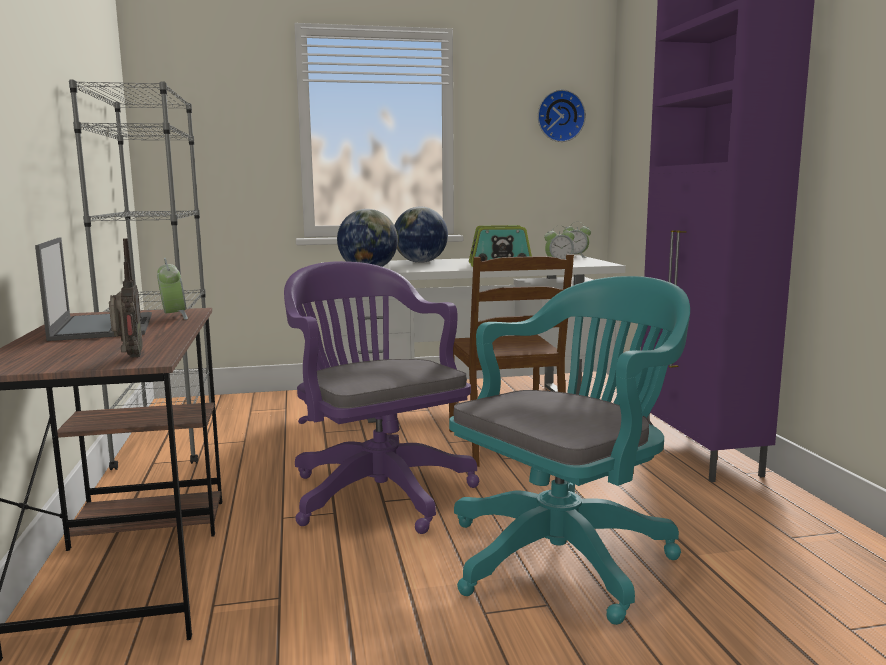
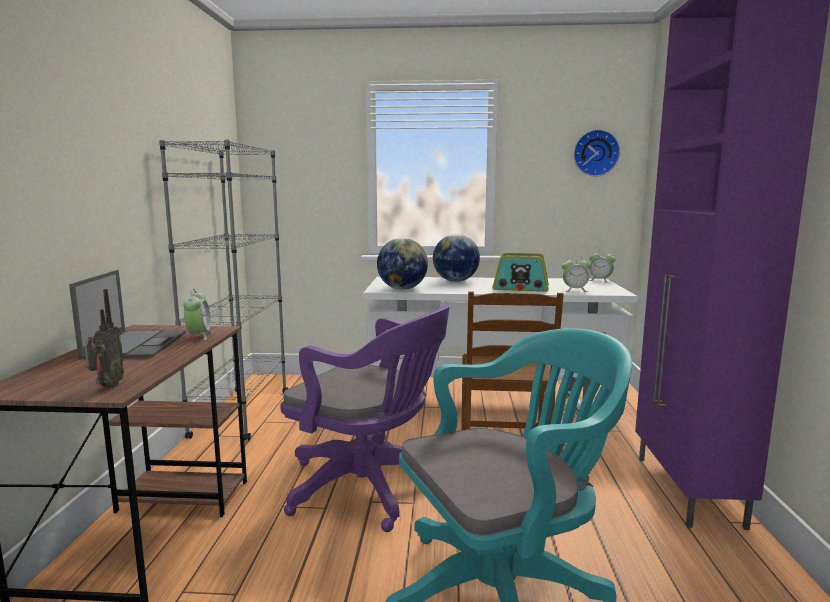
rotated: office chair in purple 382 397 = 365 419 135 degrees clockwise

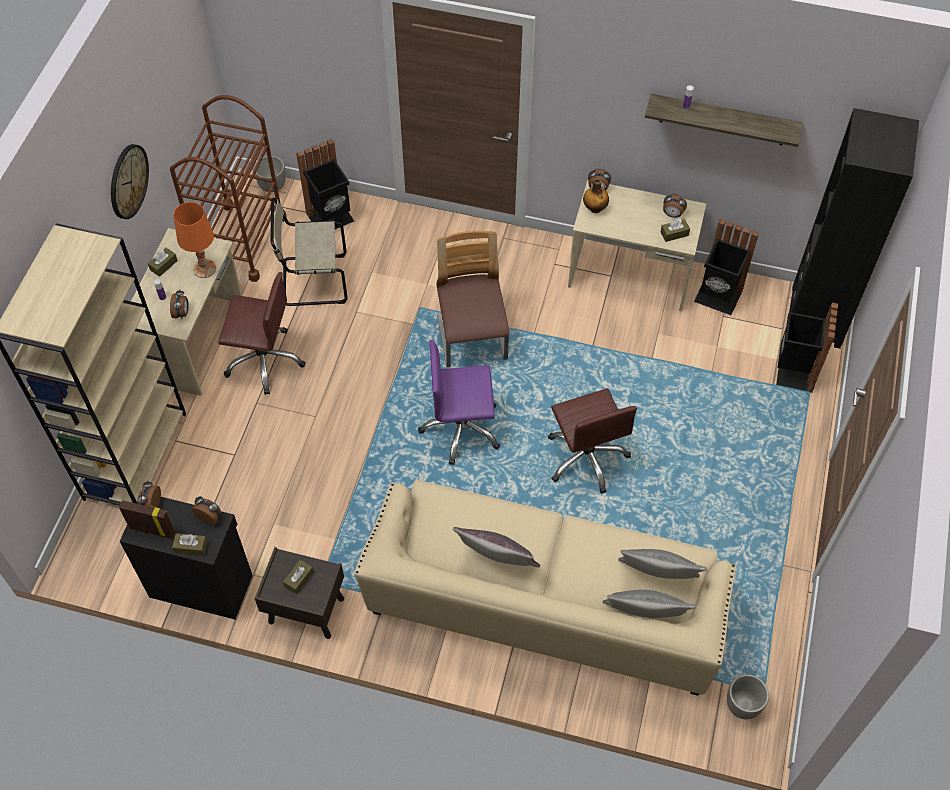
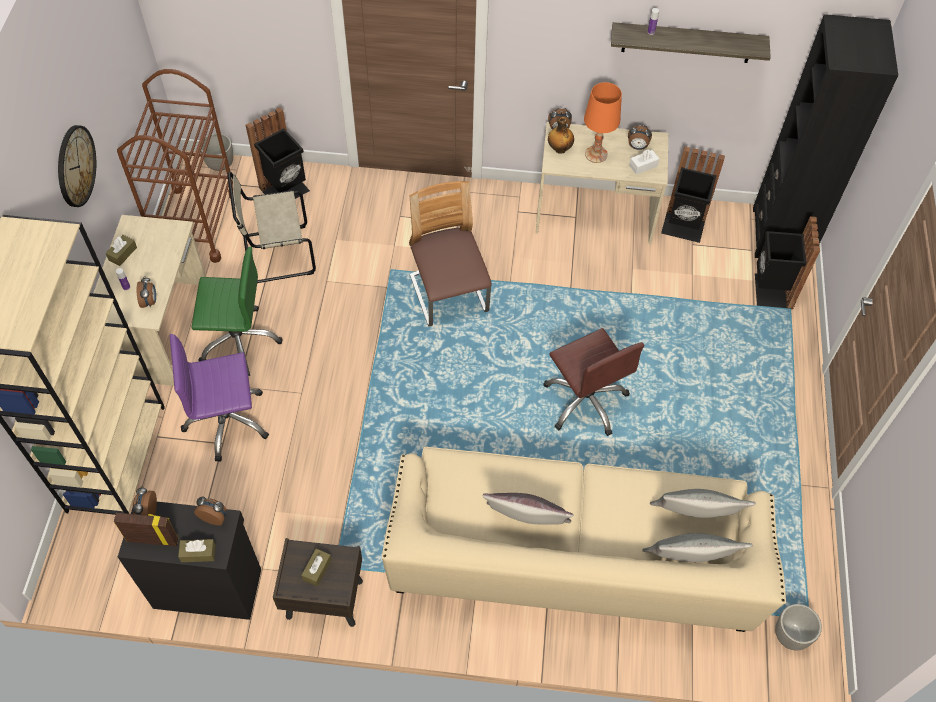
shifted: table lamp in orange 194 240 to 603 122; office chair in purple 459 402 to 219 398
repainted: tissue box in brown 675 230 to tissue box in white 644 162; office chair in brown 262 333 to office chair in green 237 311

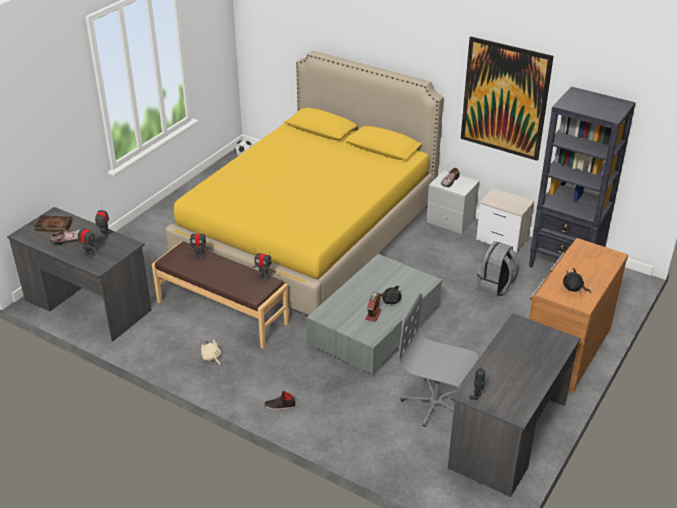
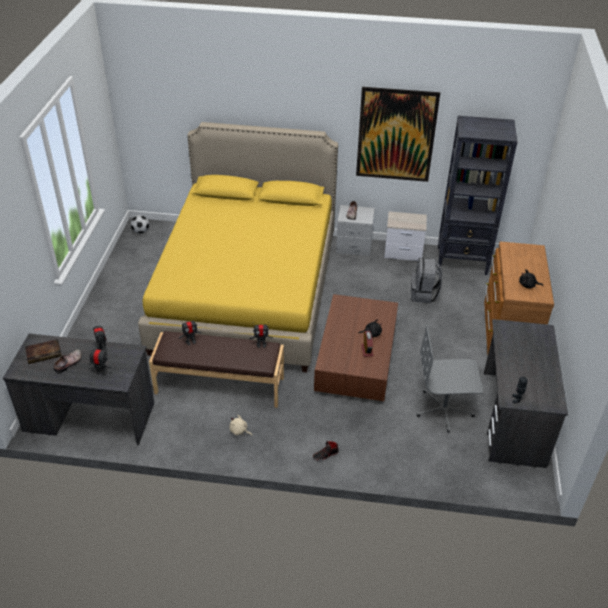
repainted: coffee table in grey 374 314 to coffee table in brown 356 347

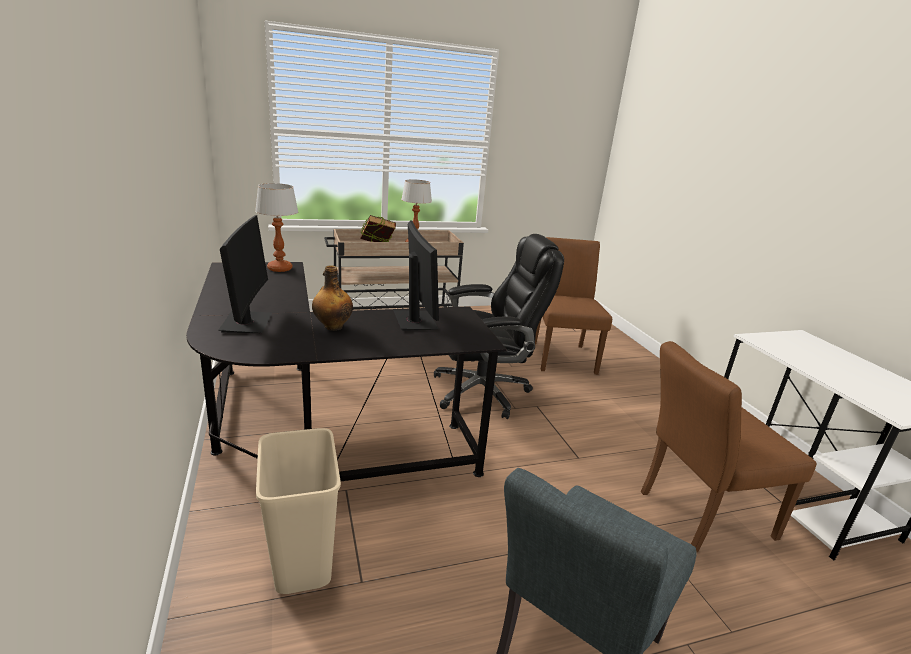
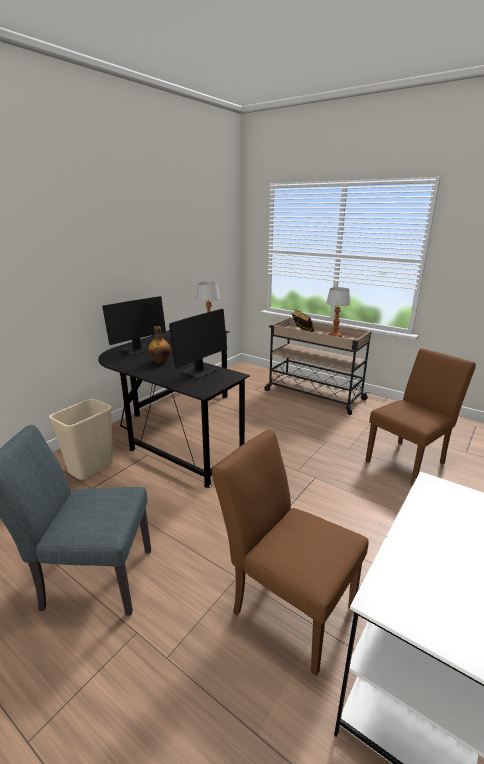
gone: office chair in black 499 326

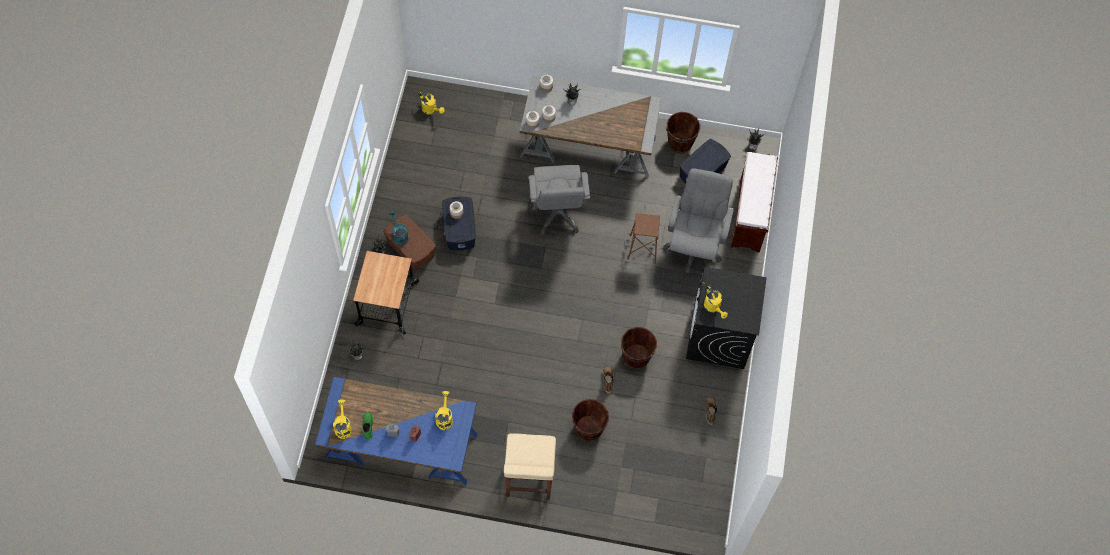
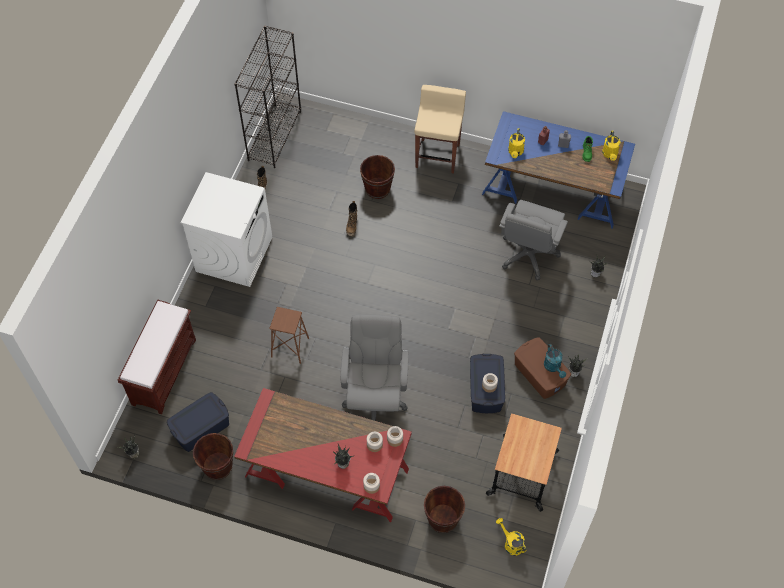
gone: watering can in yellow 716 302
new: bookcase in black 267 96
shifted: office chair in grey 699 220 to 533 240; cart 386 292 to 524 462; bucket in brown 639 348 to 444 509
repainted: desk in grey 590 127 to desk in red 323 455; washing machine in black 726 318 to washing machine in white 226 229

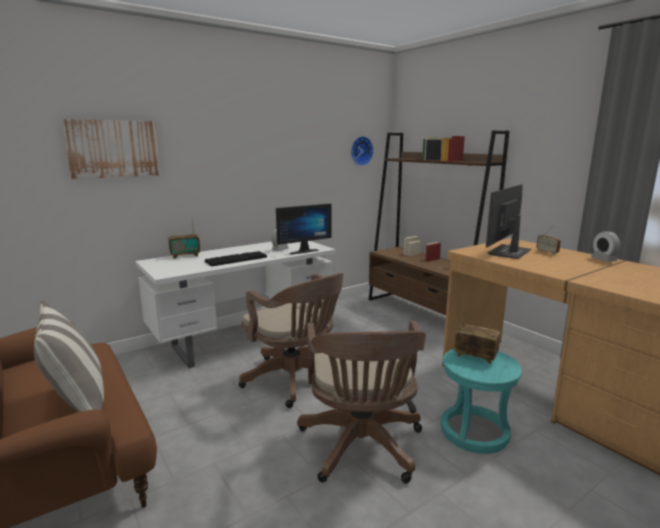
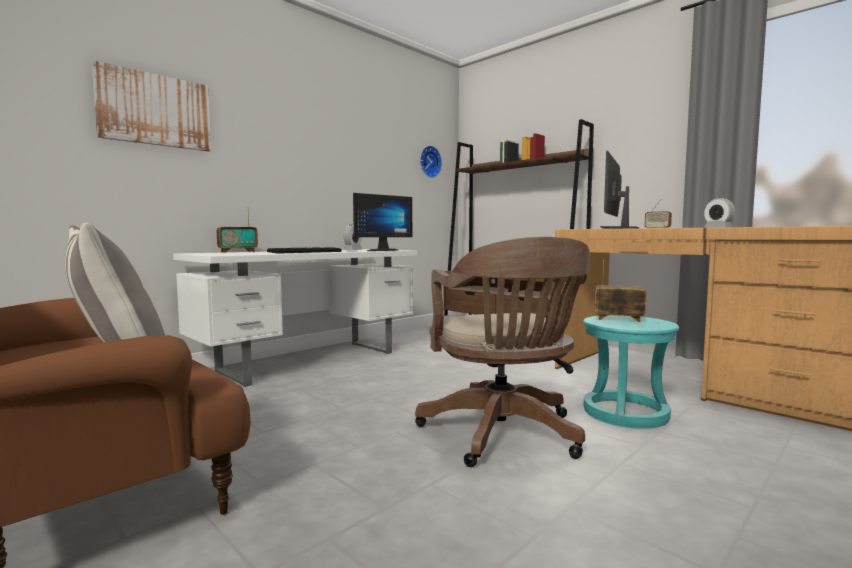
gone: office chair in brown 291 340

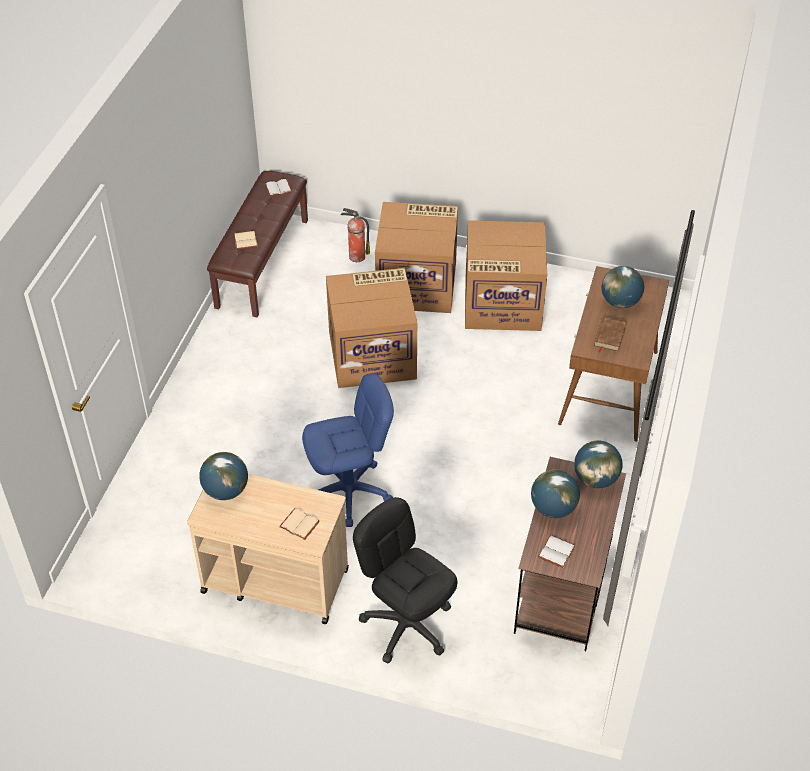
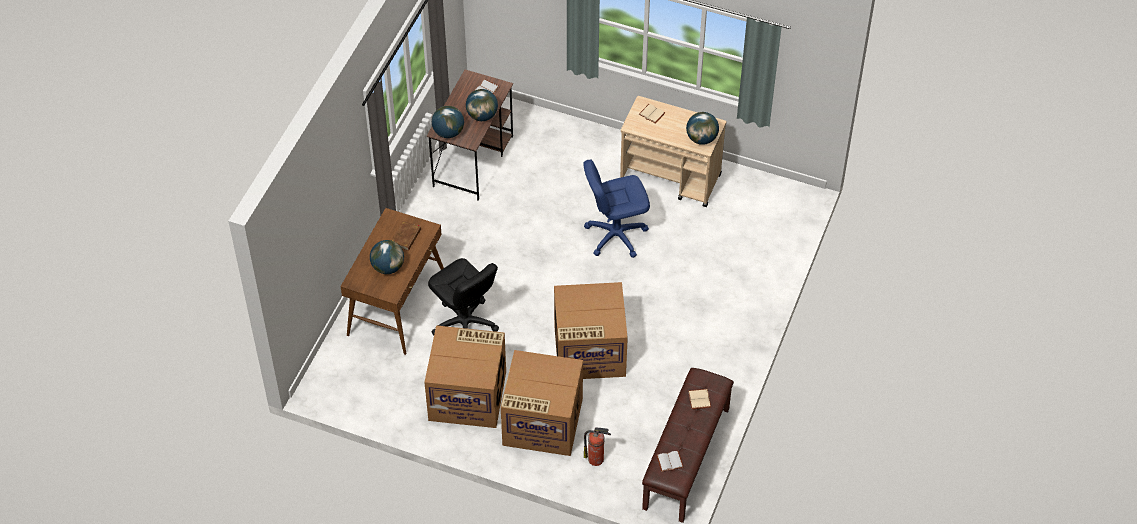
shifted: office chair in black 405 580 to 463 297

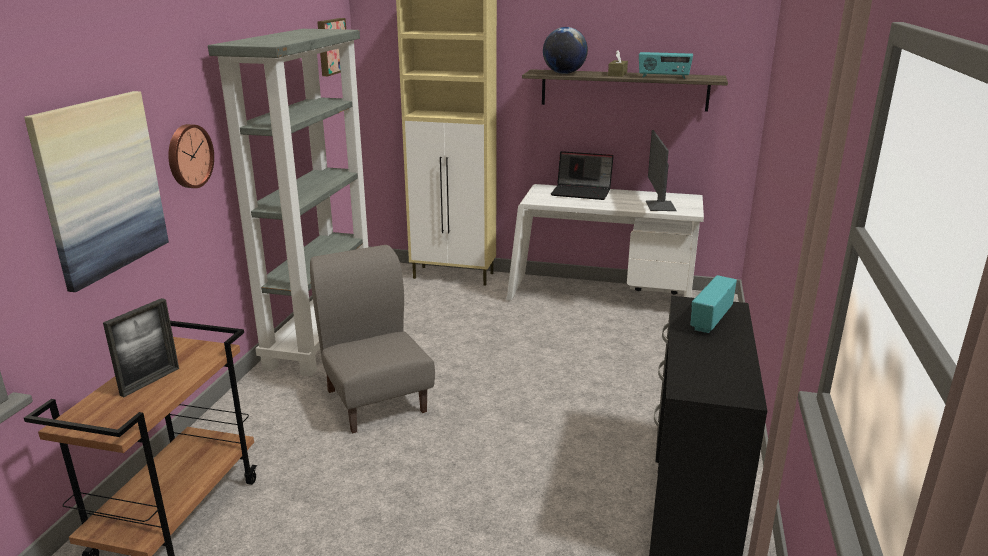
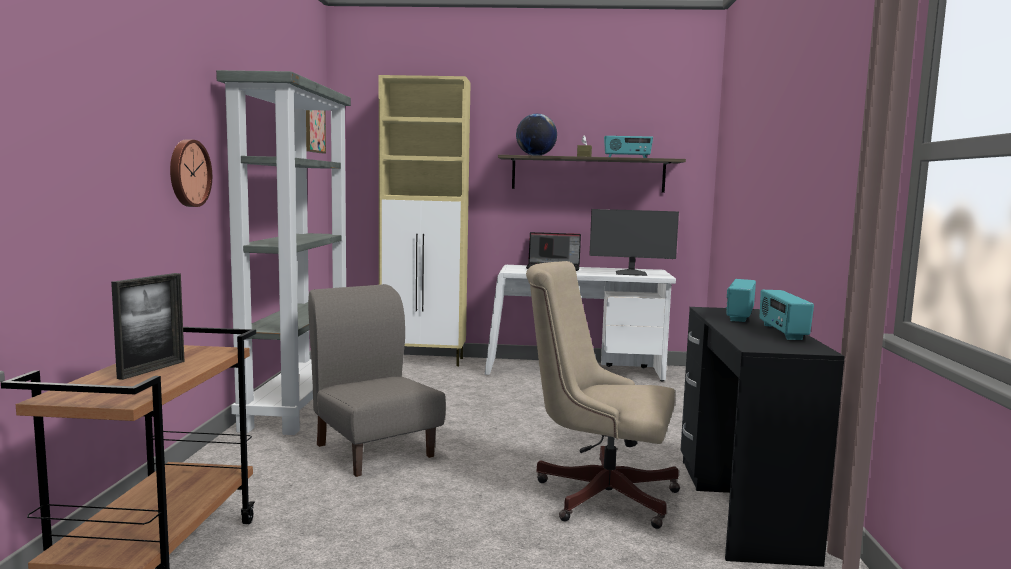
gone: picture 96 191
new: office chair in beige 603 395; radio 787 315
rotated: monitor 661 170 = 634 242 75 degrees counterclockwise

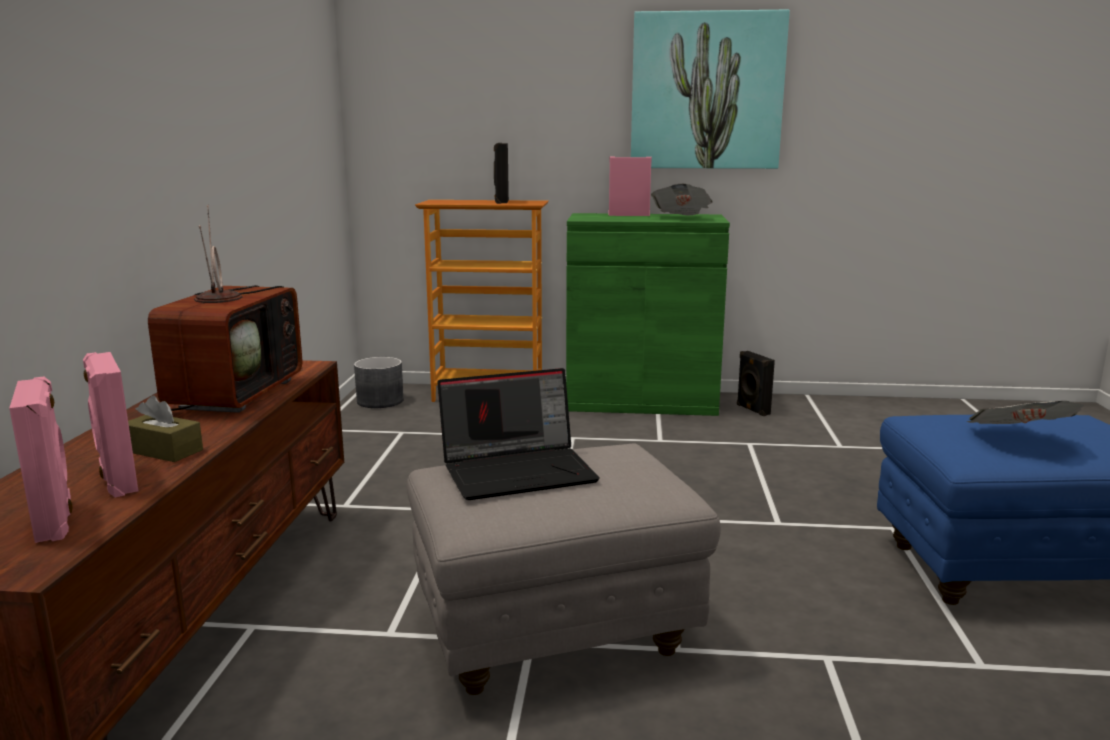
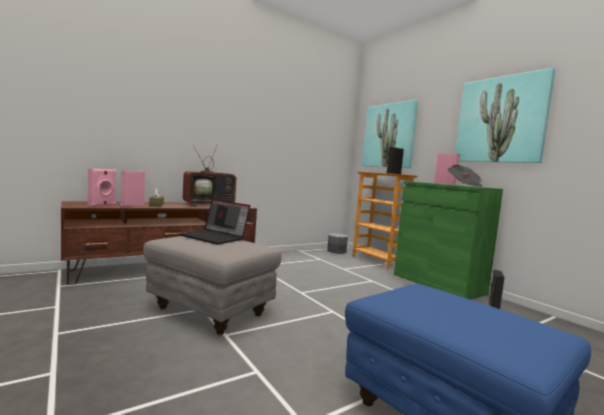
gone: newspaper 1026 412
new: picture 390 134

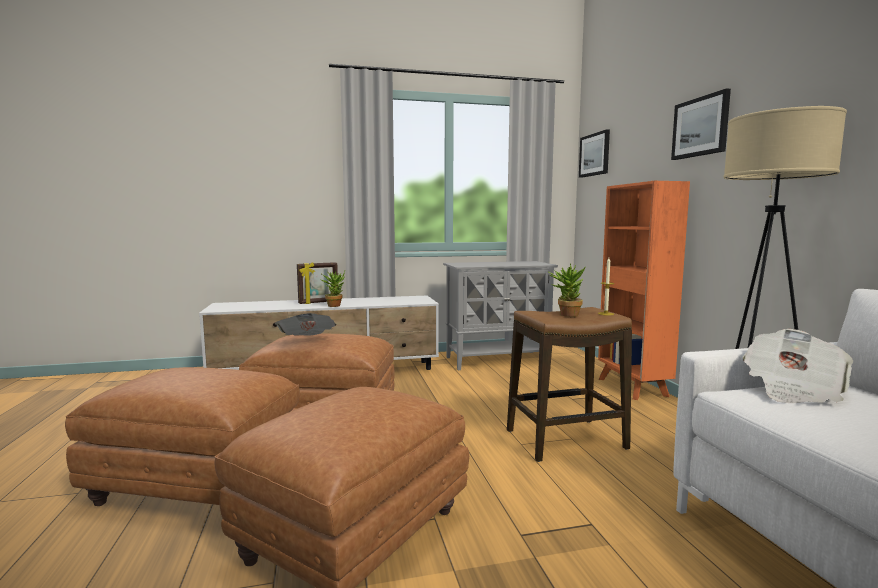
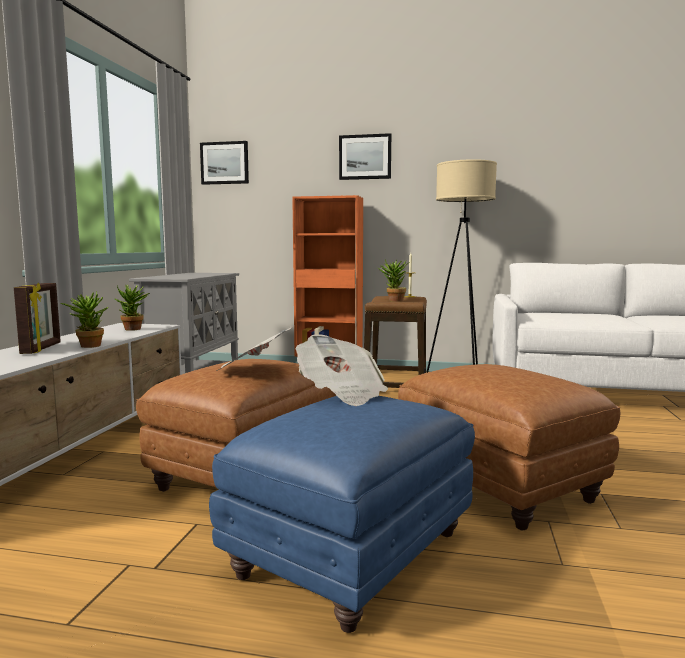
new: potted plant 132 308
shifted: newspaper 798 366 to 342 370
repainted: ottoman in brown 182 436 to ottoman in blue 342 514

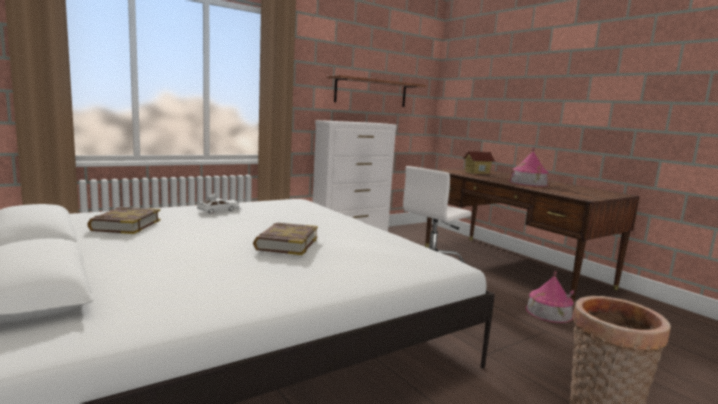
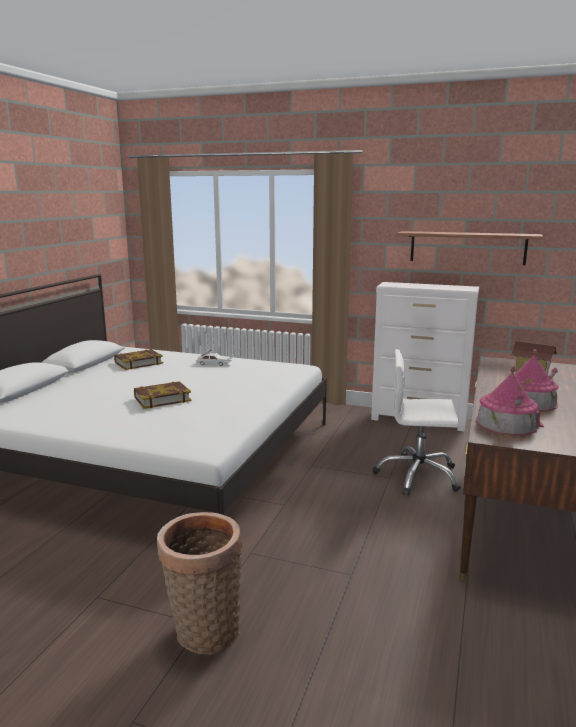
shifted: toy house 550 297 to 510 400

